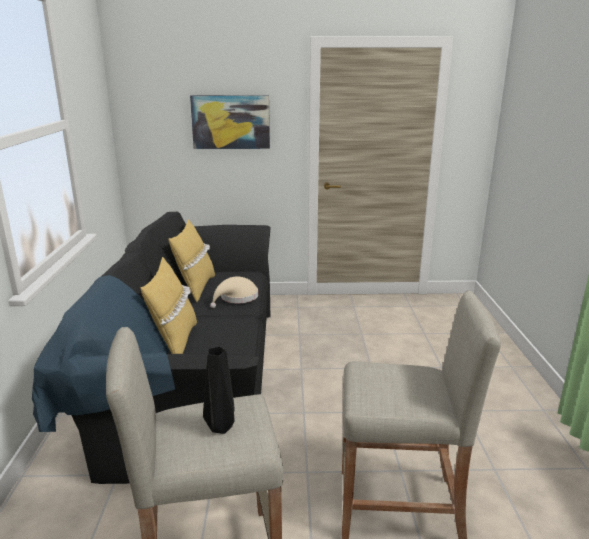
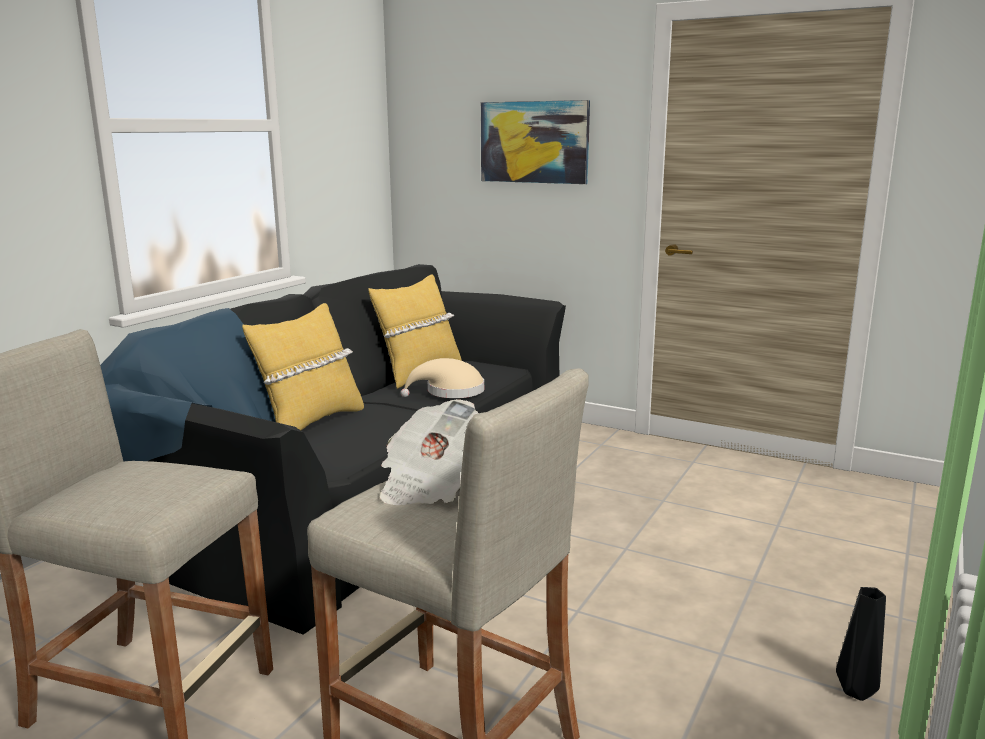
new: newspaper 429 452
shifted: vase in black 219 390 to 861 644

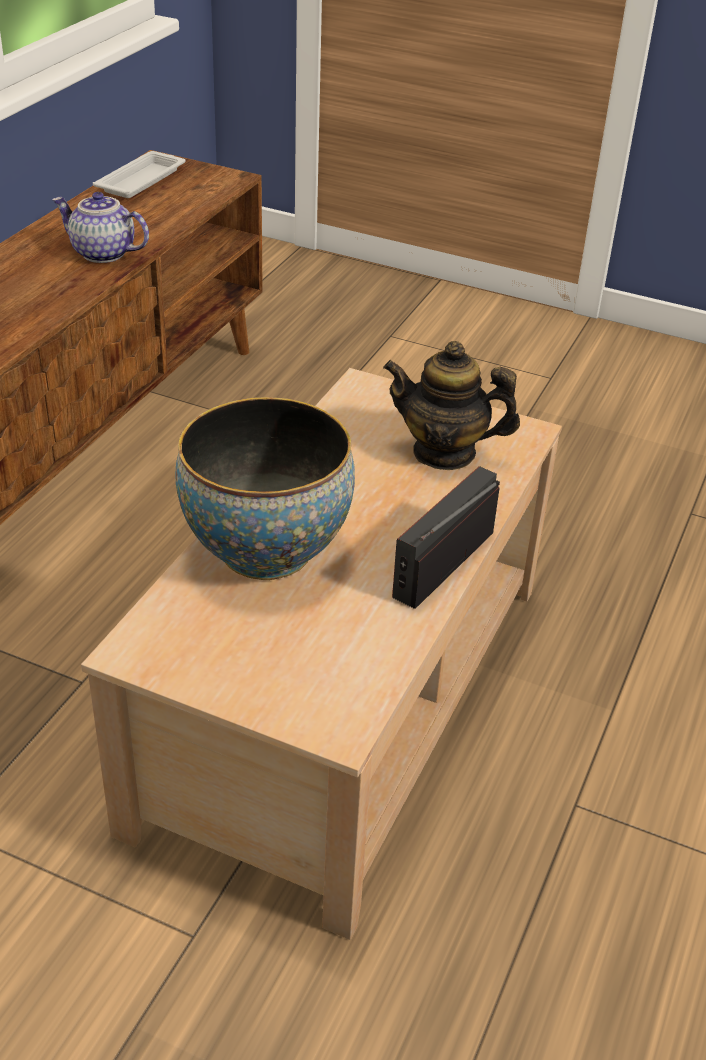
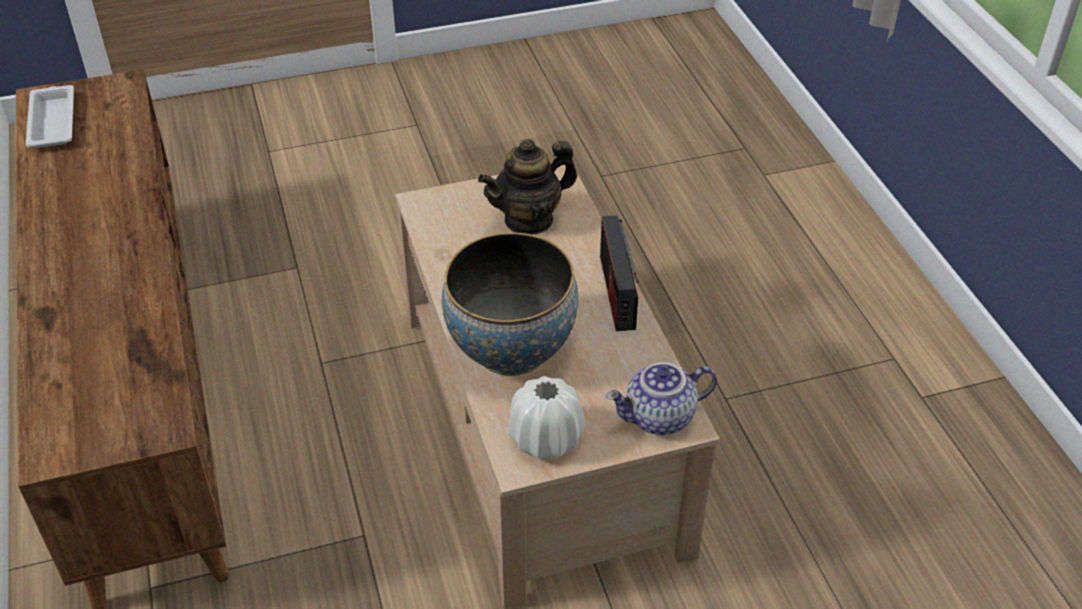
new: vase in white 546 417
shifted: teapot 100 227 to 661 398

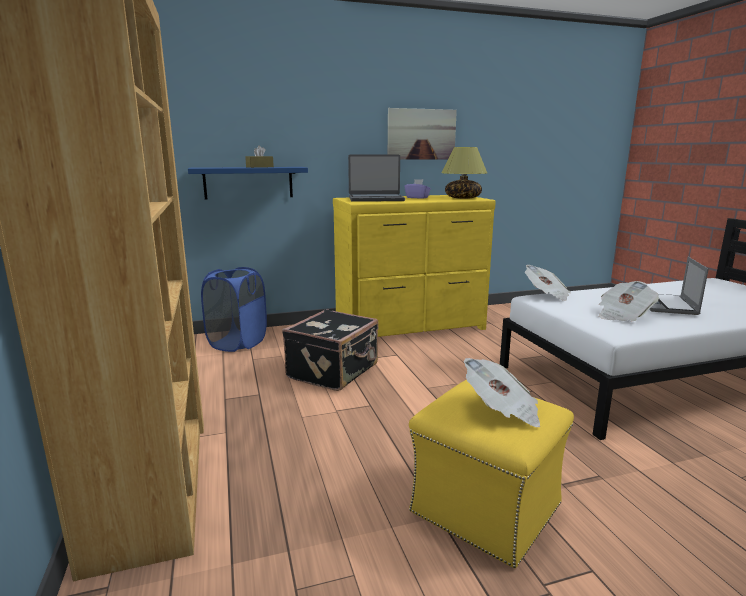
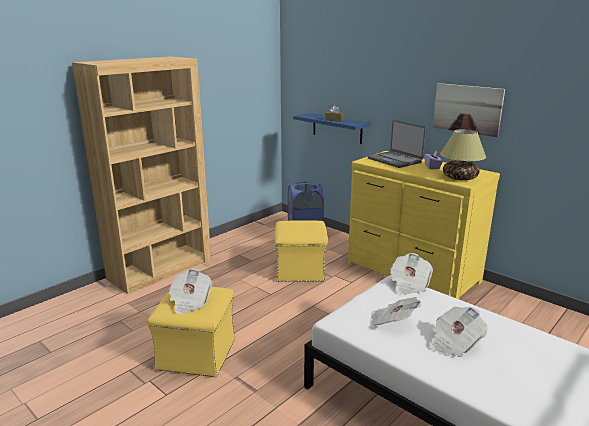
swapped: laptop 679 286 to newspaper 458 332; suitcase in black 330 350 to ottoman in yellow 301 251

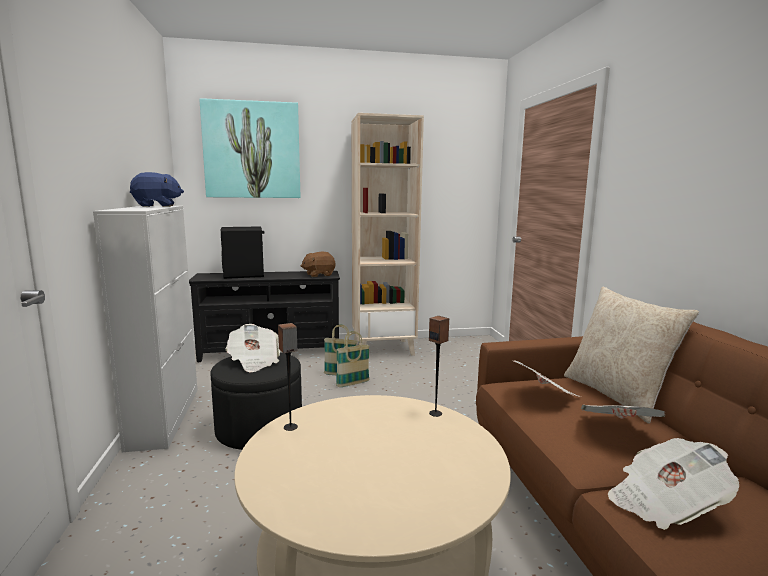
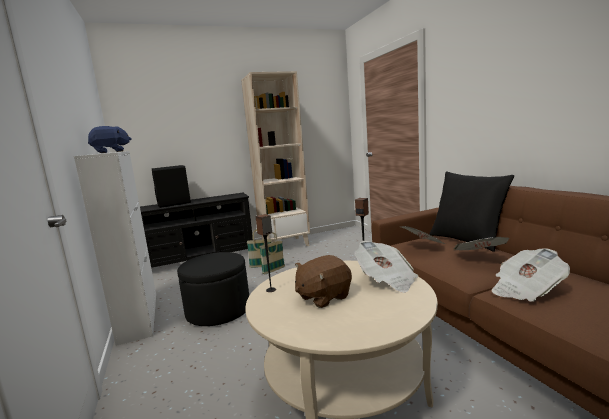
gone: picture 249 148
shifted: plush toy in brown 318 264 to 323 281; newspaper 253 348 to 386 267
repainted: pillow in beige 631 355 to pillow in black 471 212

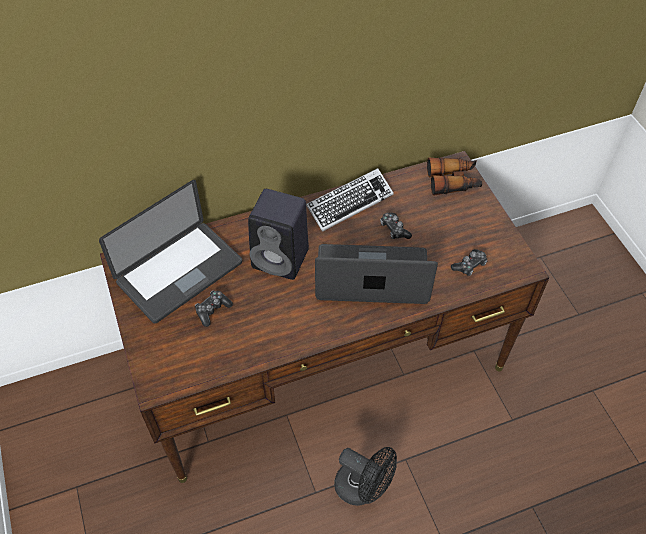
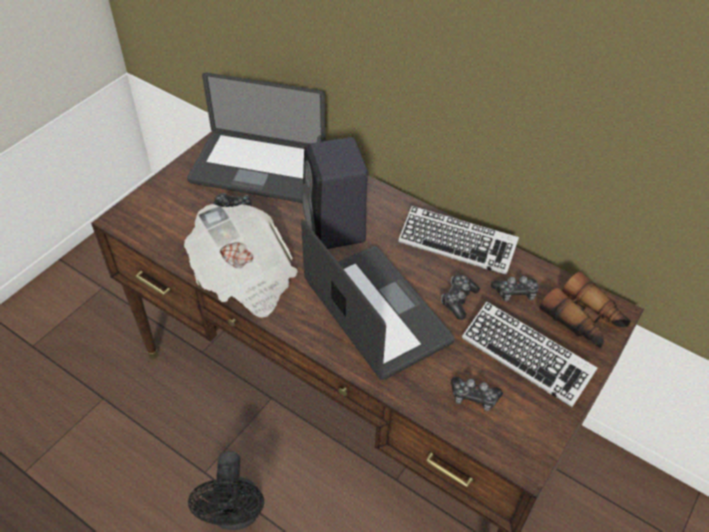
new: newspaper 241 261; game controller 515 289; keyboard 530 354

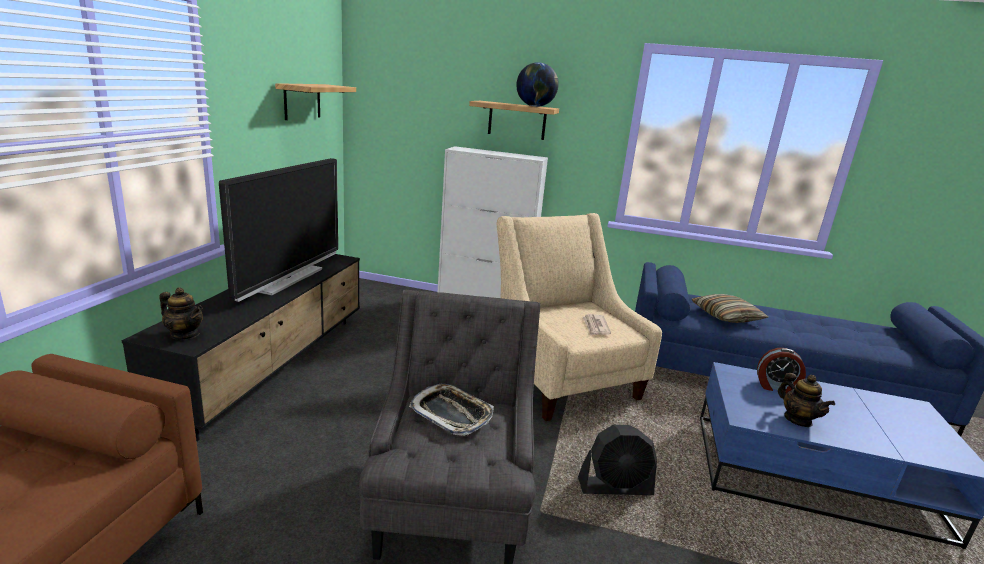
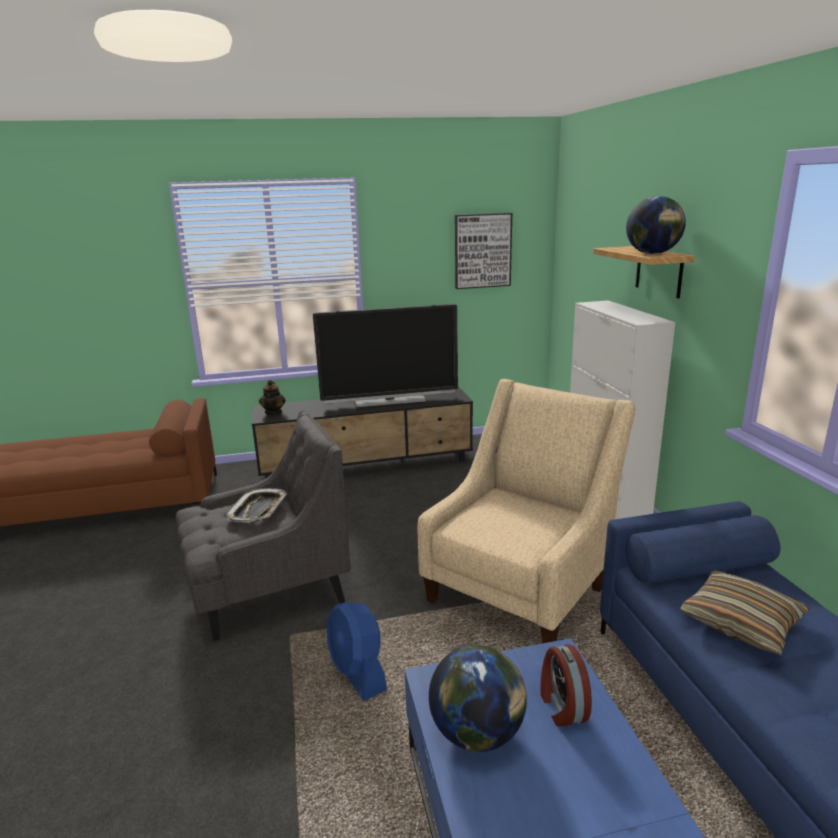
gone: newspaper 596 324
swapped: shelf 315 101 to picture 483 251; teapot 806 400 to globe 478 698
repainted: fan in black 617 460 to fan in blue 357 651

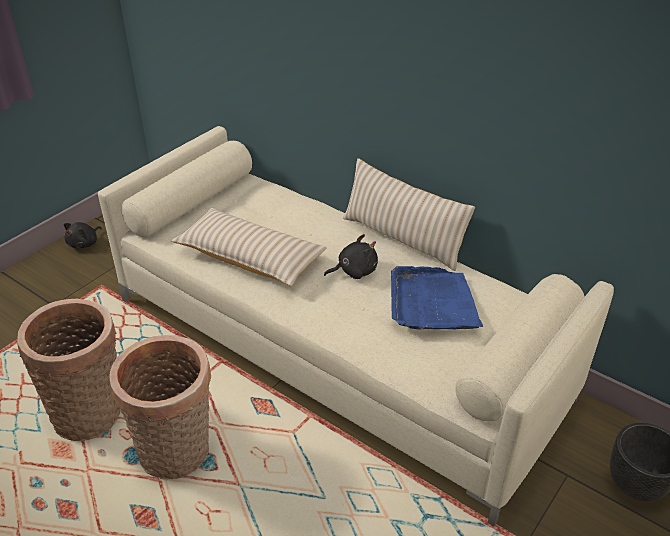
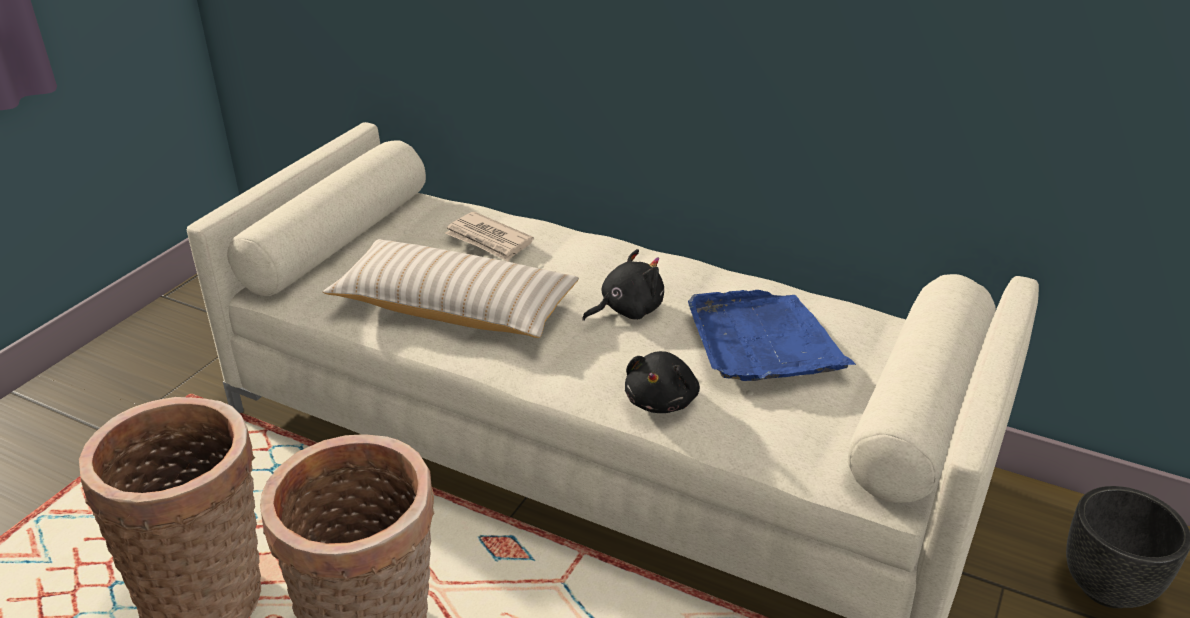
gone: pillow in beige 409 214
new: newspaper 489 237
shifted: plush toy in black 83 235 to 662 382

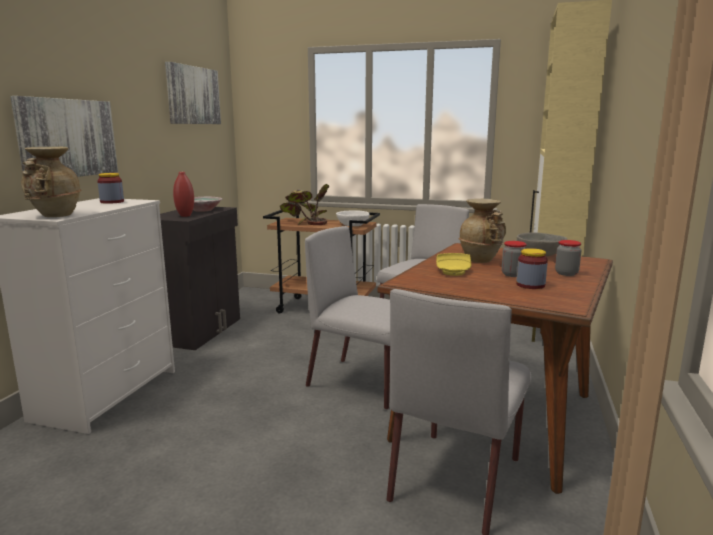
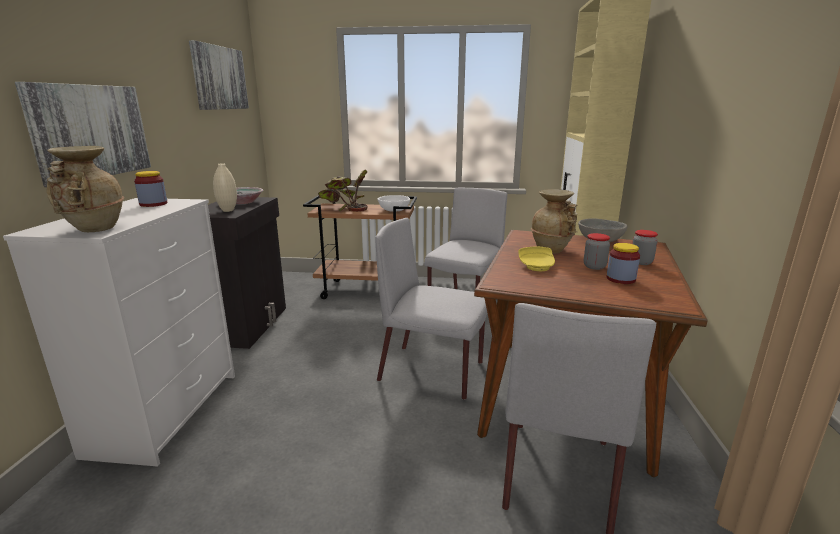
repainted: vase in red 183 194 to vase in beige 225 187

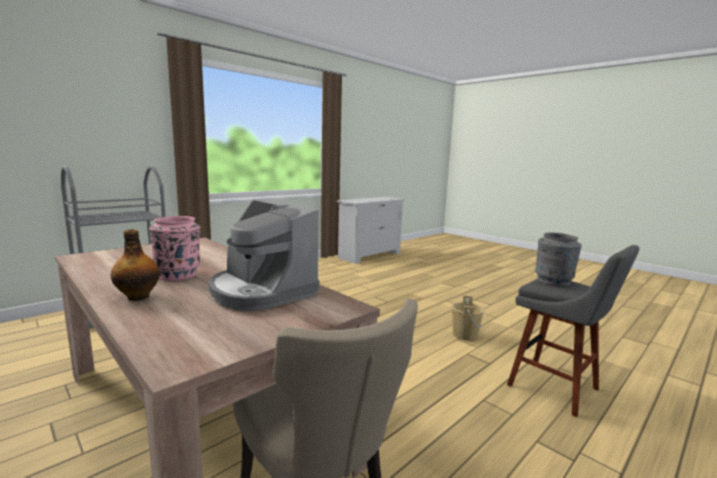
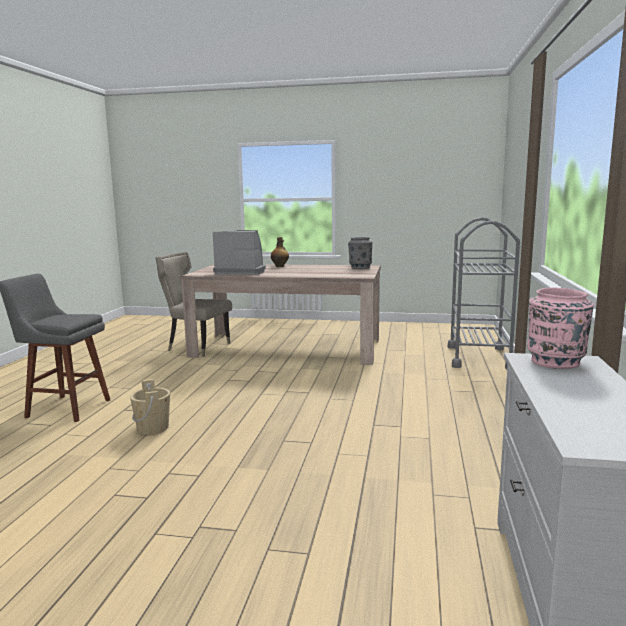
shifted: vase in pink 174 248 to 560 328; vase in grey 558 259 to 360 253

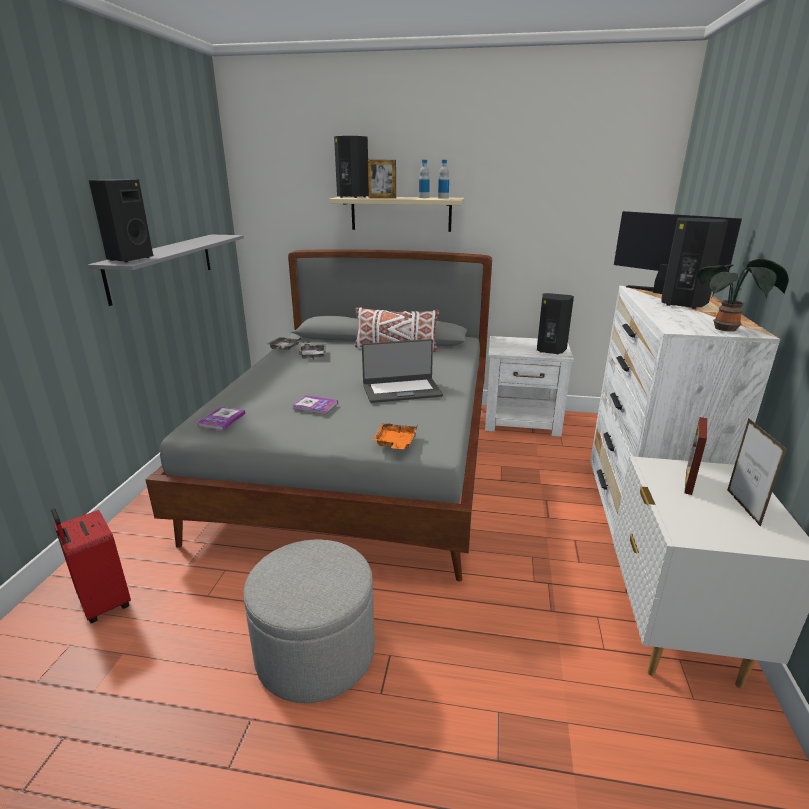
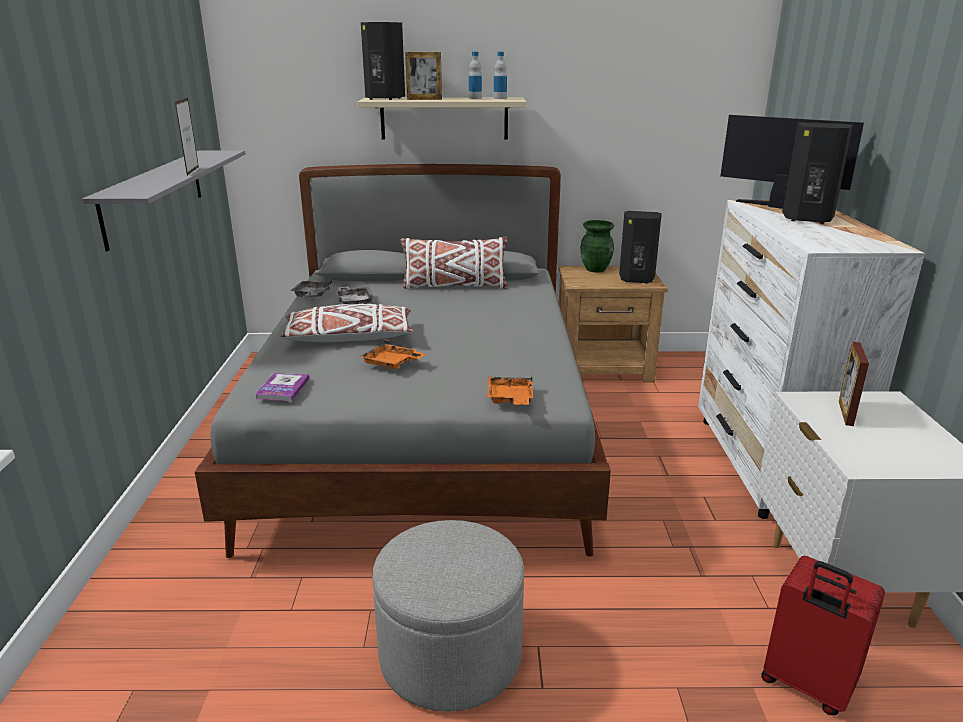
gone: speaker in black 121 220; potted plant 743 295; laptop 402 371
new: vase in green 597 246; pillow in white 347 323
shifted: picture frame 757 472 to 187 136; suitcase in red 91 566 to 823 635
swapped: book 315 405 to tray in orange 392 355
repainted: nightstand in white 529 386 to nightstand in brown 613 324

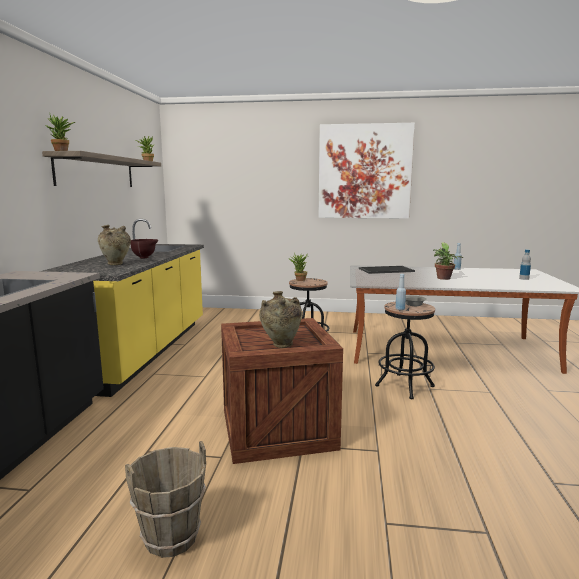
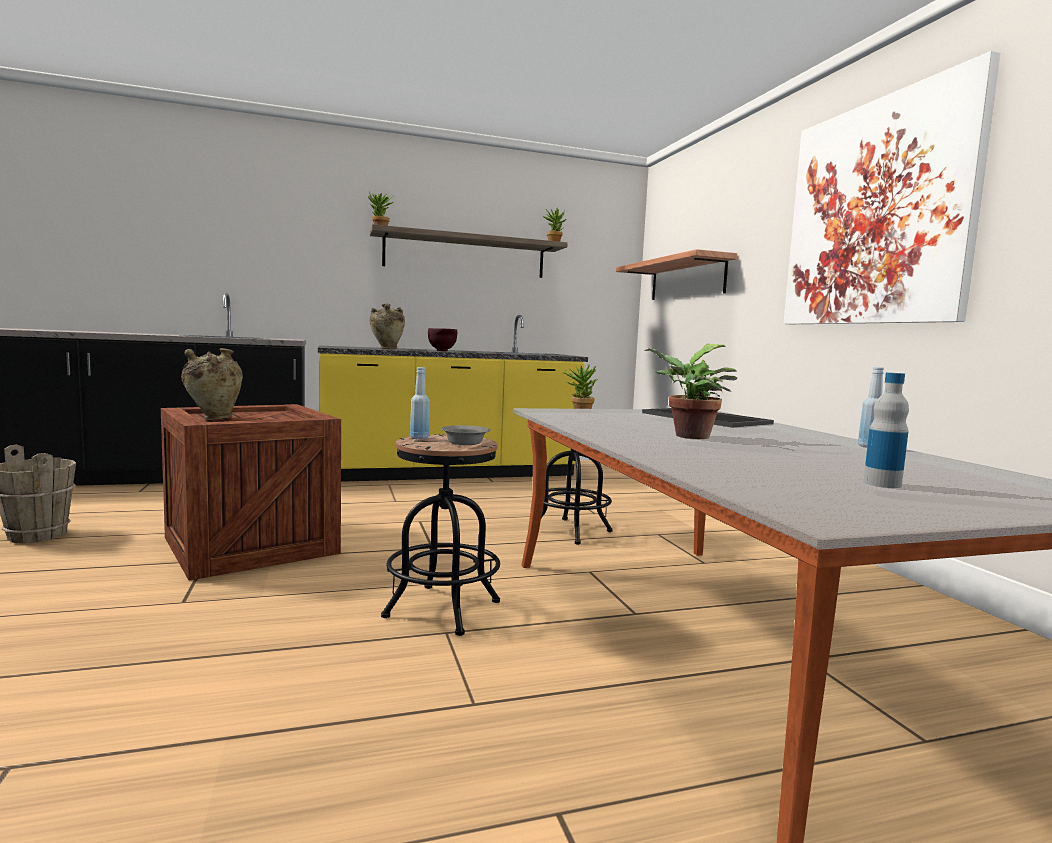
new: shelf 676 274

